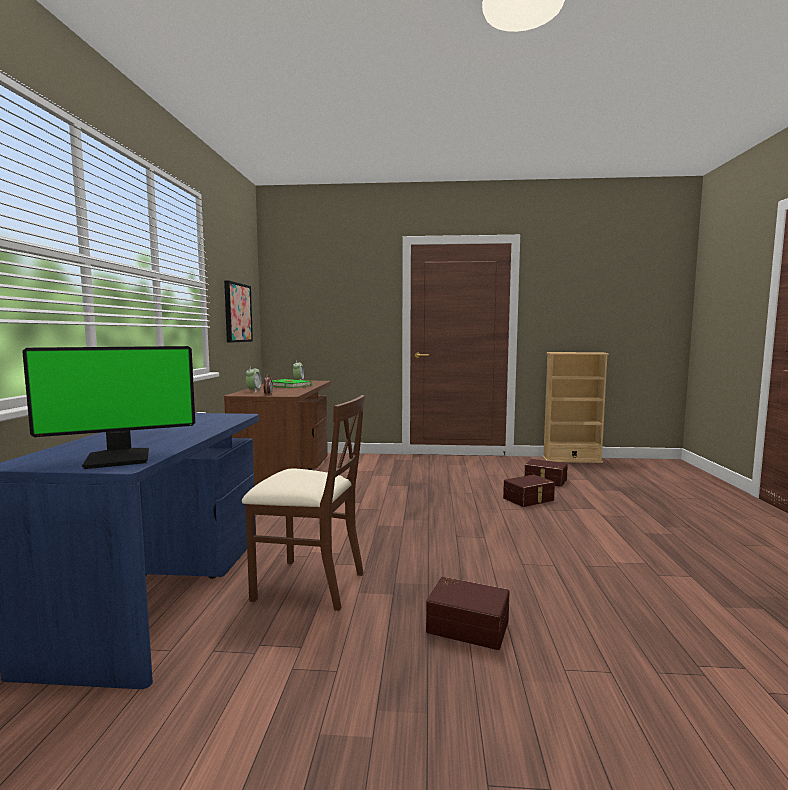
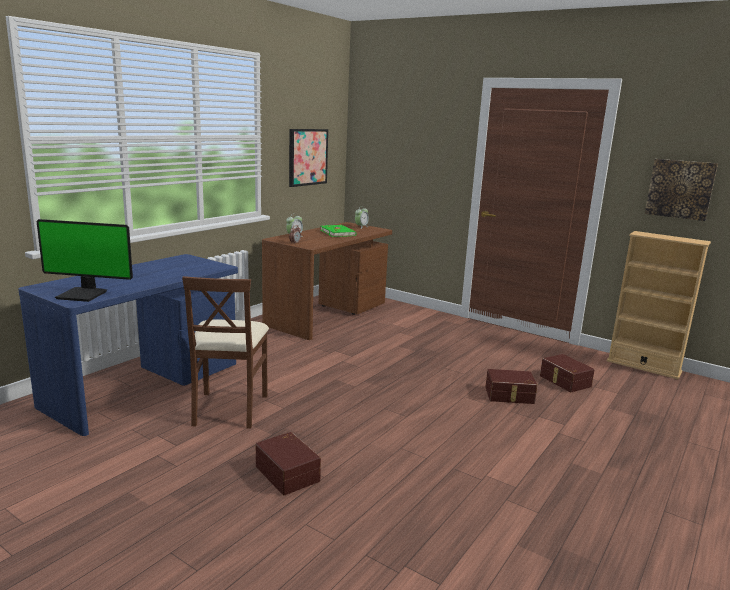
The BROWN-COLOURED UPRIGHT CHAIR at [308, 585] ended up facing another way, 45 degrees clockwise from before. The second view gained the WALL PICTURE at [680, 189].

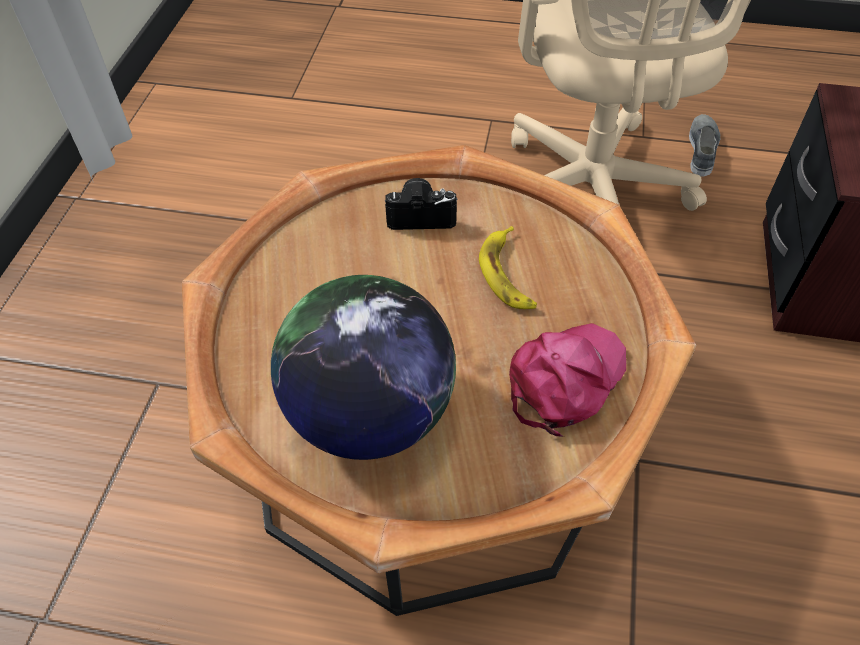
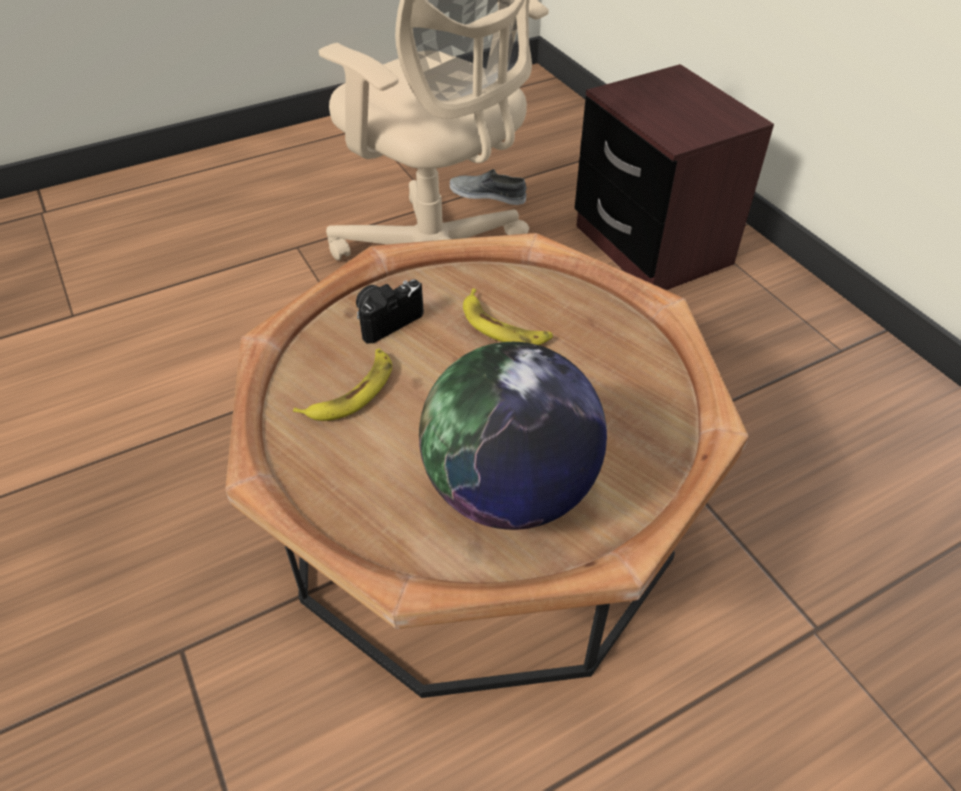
The GREYISH SHOE at [702, 149] ended up facing another way, 45 degrees counterclockwise from before. The second view lost the PINK-COLOURED CAP at [565, 380]. The second view gained the BANANA FRUIT at [352, 391].

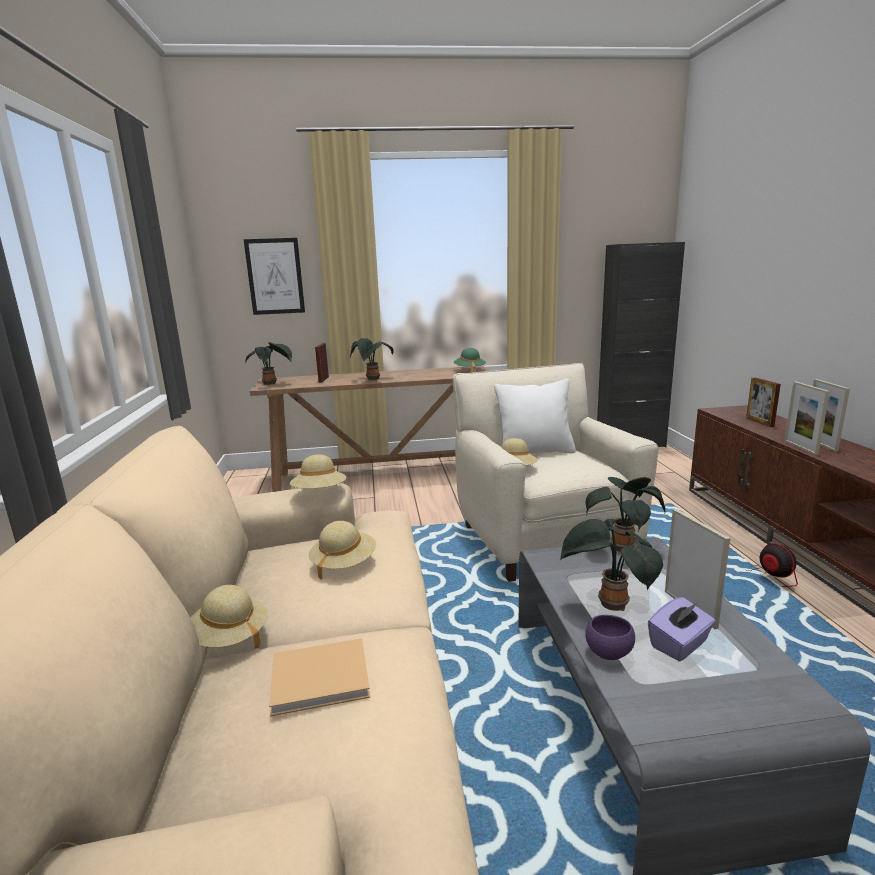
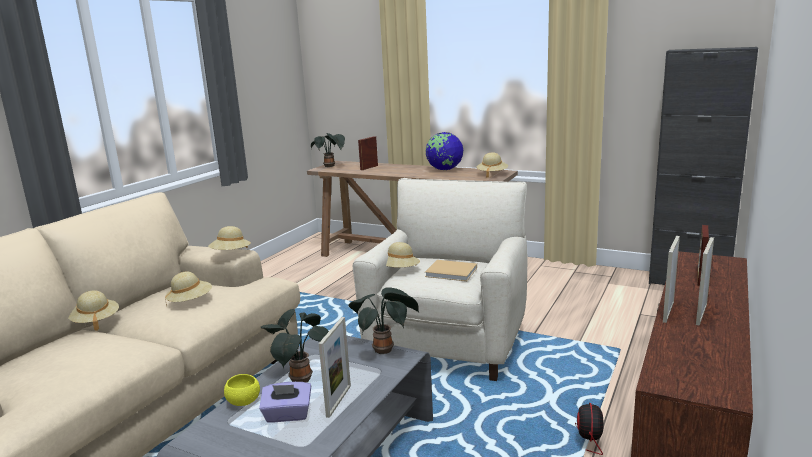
The second view lost the WALL PICTURE at [275, 276]. The second view lost the PLANT IN A POT at [373, 379]. What was the GREENISH CLOTHING HAT at [469, 370] turned into the BEIGE CLOTHING HAT at [492, 174]. The second view lost the WHITE-COLOURED CUSHION at [535, 452]. What was the PURPLE-COLOURED SERVING BOWL at [609, 653] turned into the YELLOW-COLOURED SERVING BOWL at [243, 402]. The BEIGE VOLUME ended up elsewhere, having gone from [323, 678] to [452, 272]. The second view gained the GLOBE at [444, 170].

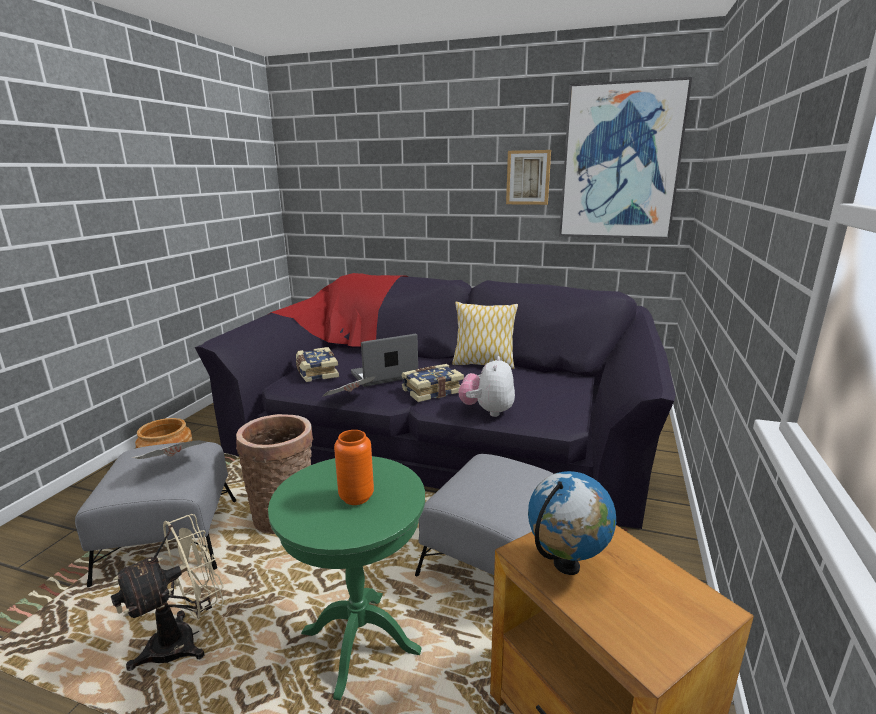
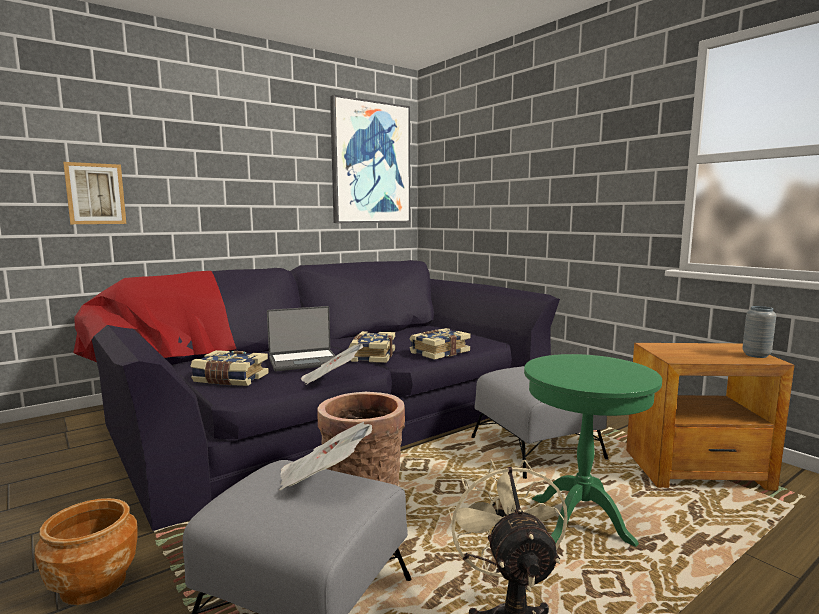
The WALL PICTURE ended up elsewhere, having gone from [528, 177] to [95, 194]. The second view lost the CUSHION at [483, 364]. The PORTABLE COMPUTER at [384, 375] ended up facing another way, 120 degrees counterclockwise from before. Where the PLUSH TOY stood at [487, 411], the VOLUME came to stand at [439, 352]. The second view lost the ORANGE VASE at [356, 497]. The second view lost the GLOBE at [566, 565]. The second view gained the GREYISH VASE at [756, 355].

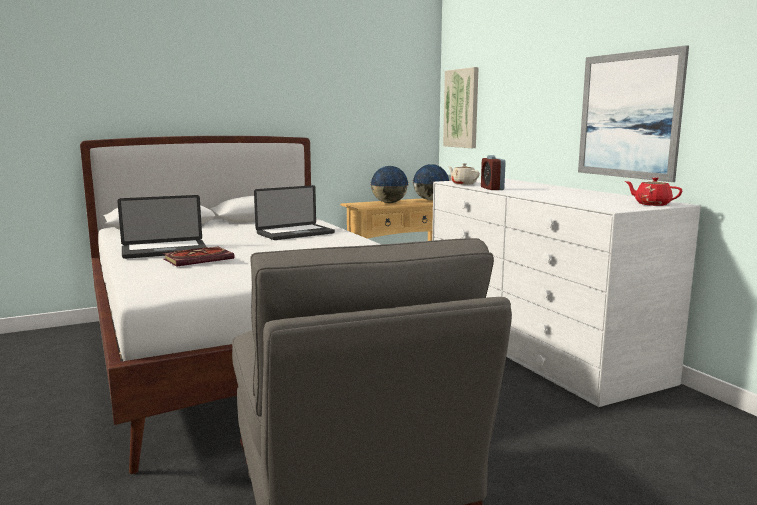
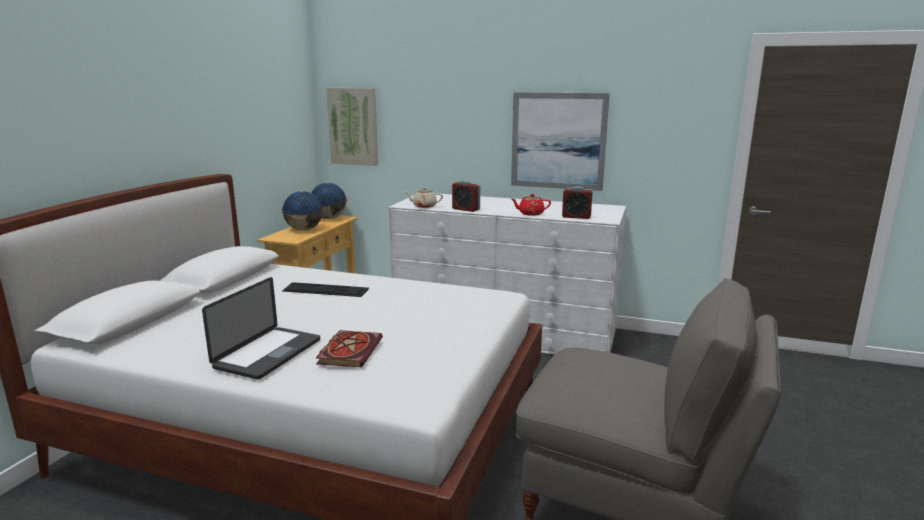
The REDDISH TEAPOT ended up elsewhere, having gone from [651, 204] to [530, 214]. Where the PORTABLE COMPUTER stood at [295, 233], the COMPUTER KEYBOARD came to stand at [325, 290]. The second view gained the ALARM CLOCK at [576, 217].

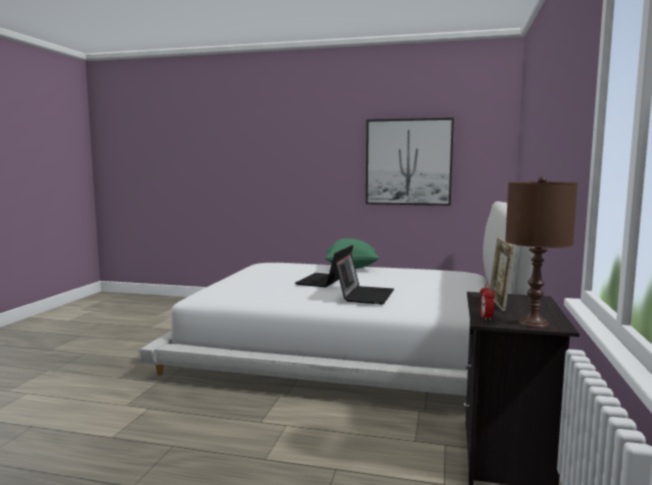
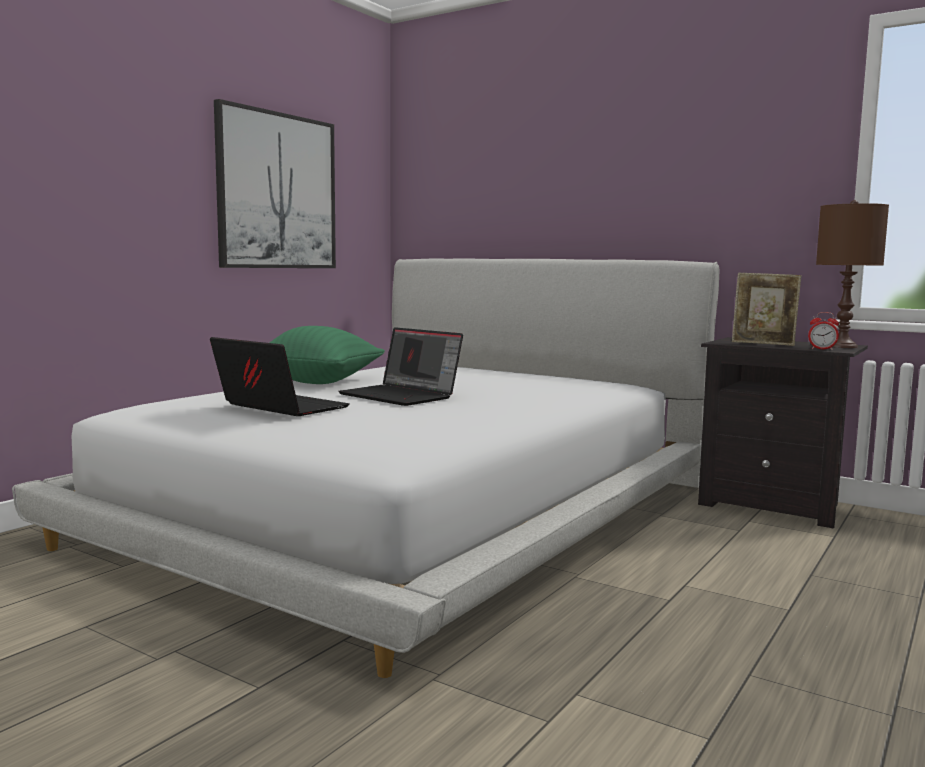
The PORTABLE COMPUTER ended up elsewhere, having gone from [365, 295] to [278, 407].

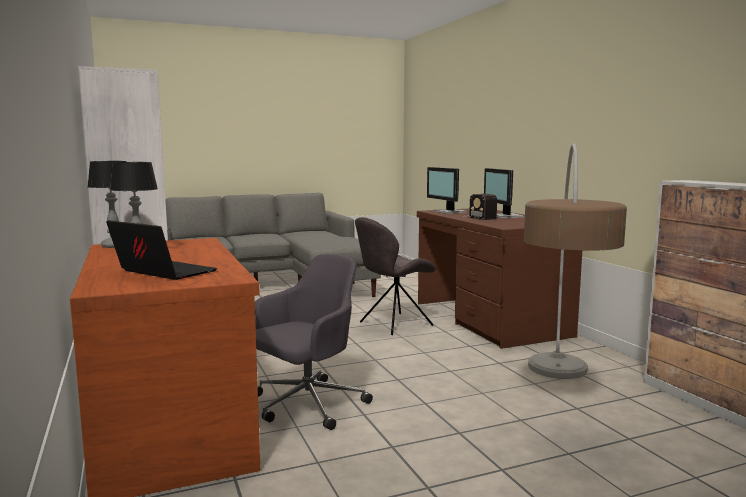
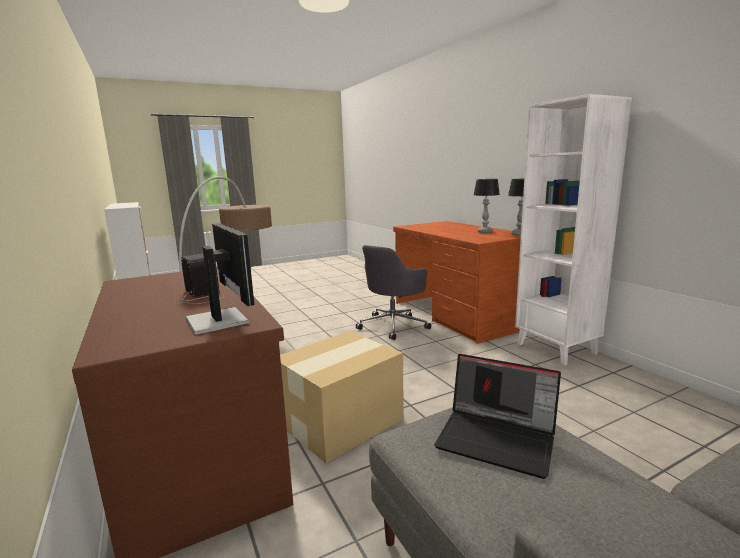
The second view lost the COMPUTER DISPLAY at [505, 216]. Where the GREYISH UPRIGHT CHAIR stood at [393, 324], the CARDBOARD BOX came to stand at [342, 420]. The PORTABLE COMPUTER ended up elsewhere, having gone from [162, 272] to [498, 439].

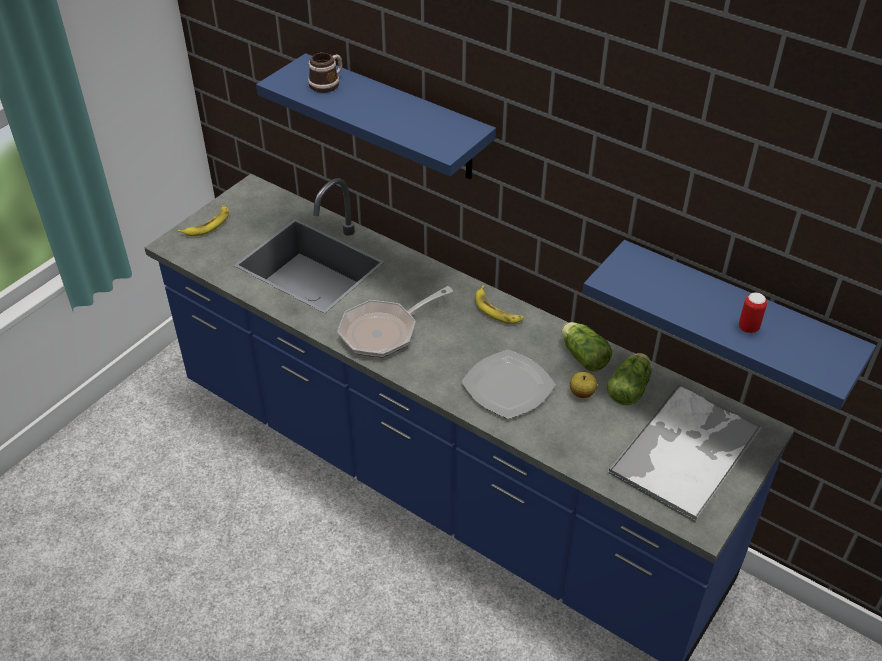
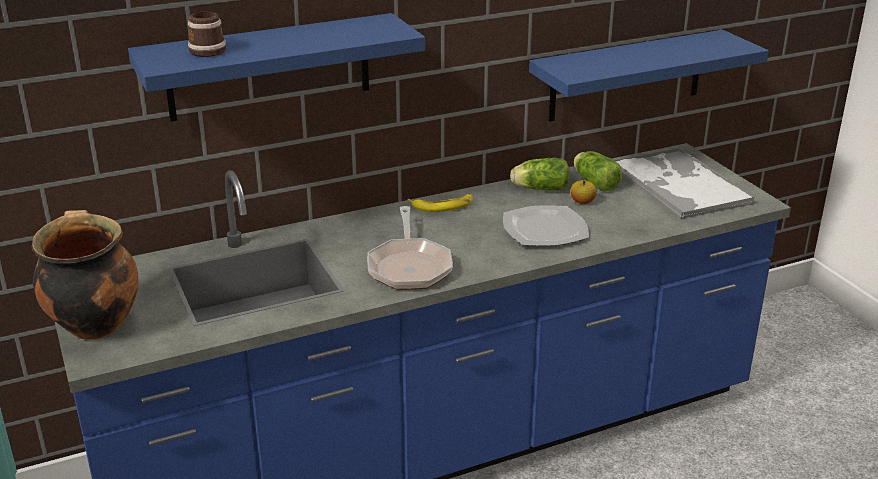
Where the BANANA FRUIT stood at [208, 224], the COOKING POT came to stand at [94, 324]. The second view lost the METAL CAN at [748, 328].

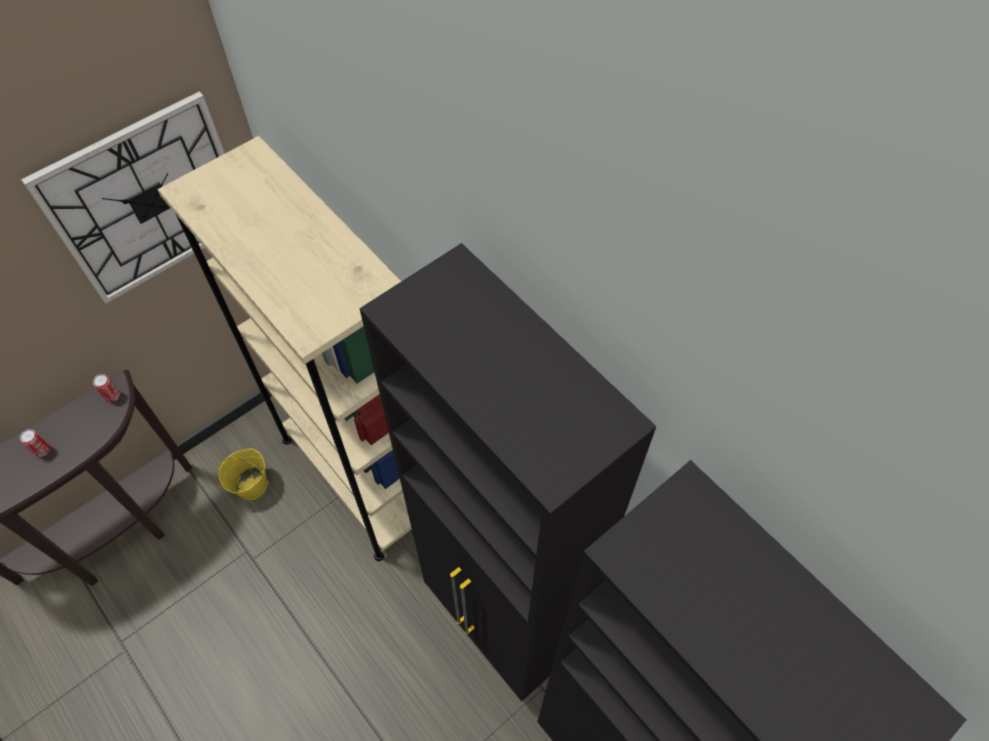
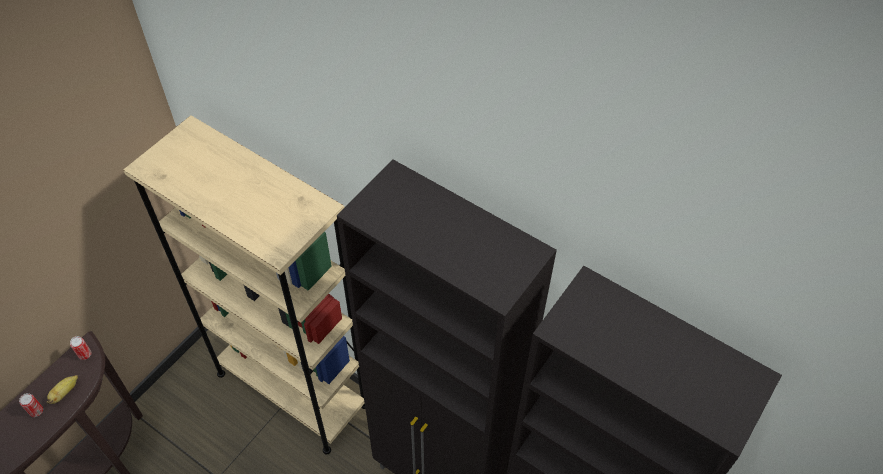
The second view lost the WALL CLOCK at [148, 201]. The second view lost the YELLOW-COLOURED PAIL at [252, 485]. The second view gained the BANANA FRUIT at [65, 393].

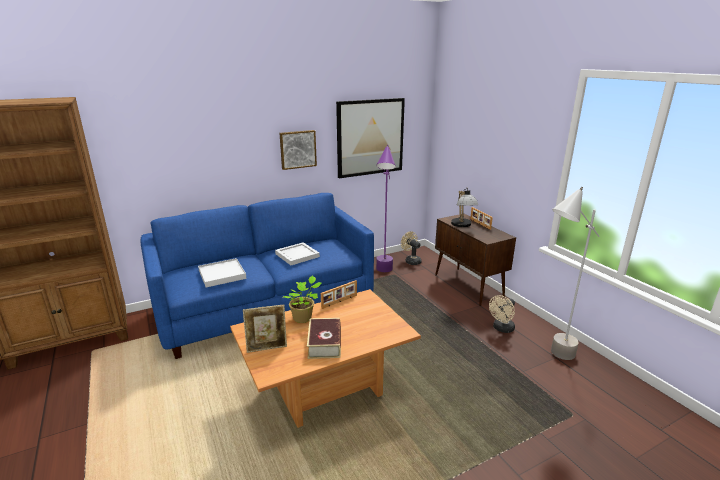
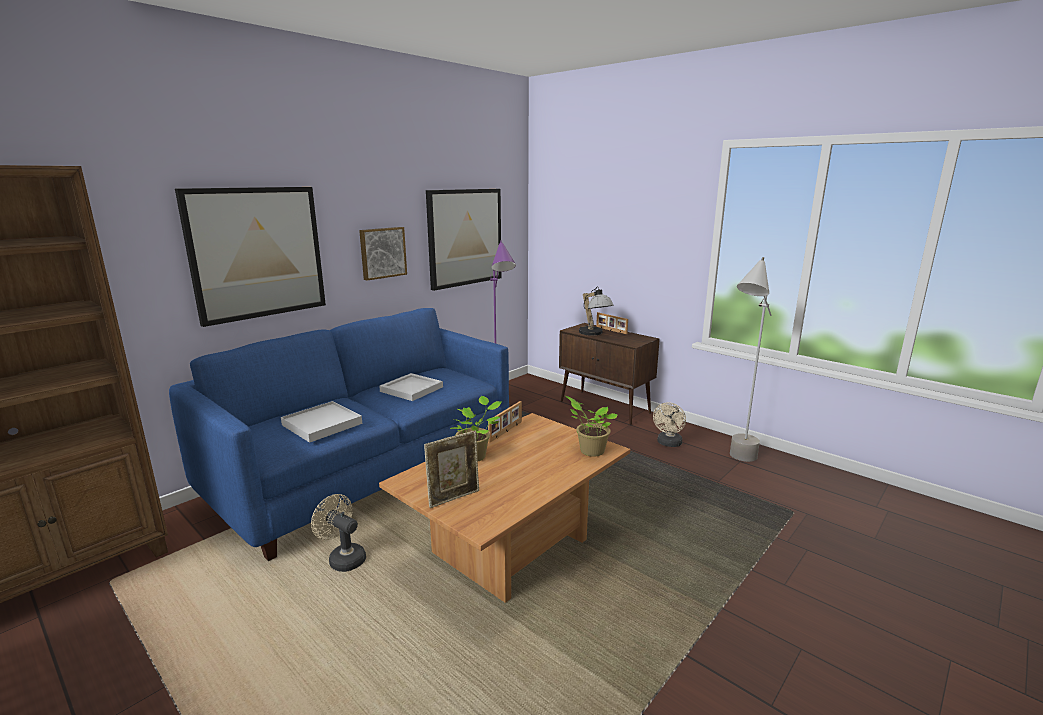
The BEIGE COOLING FAN ended up elsewhere, having gone from [411, 261] to [343, 558]. The second view lost the VOLUME at [324, 343]. The second view gained the WALL PICTURE at [257, 253]. The second view gained the PLANT IN A POT at [590, 451].

